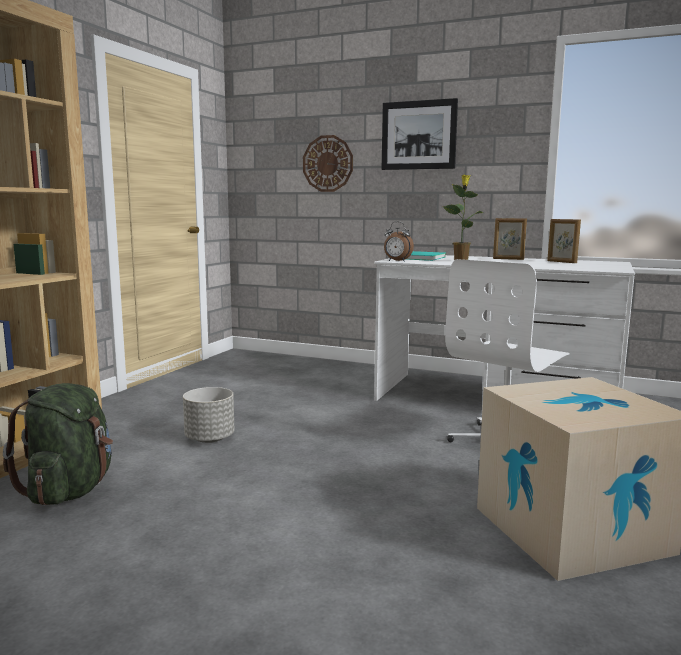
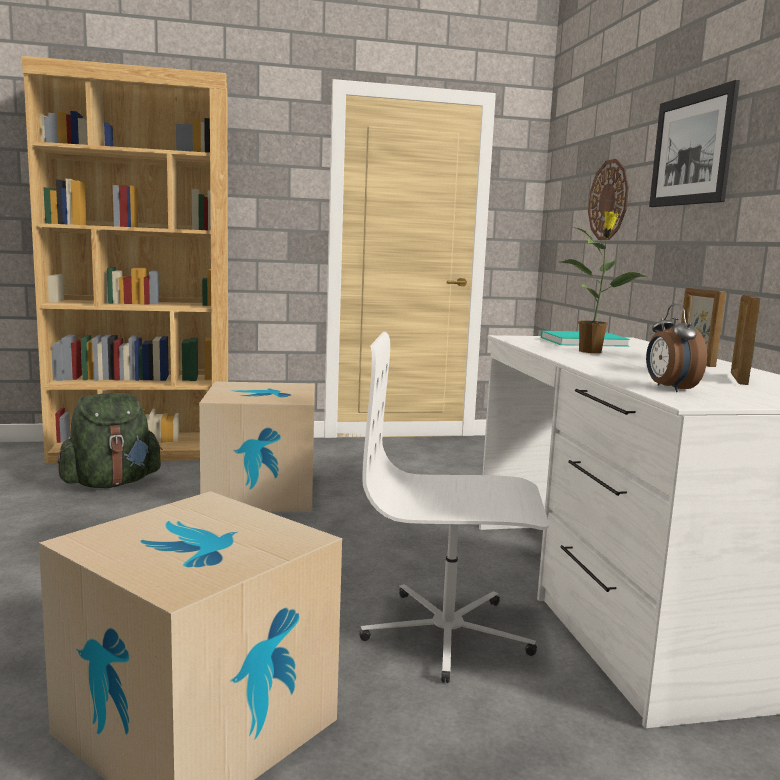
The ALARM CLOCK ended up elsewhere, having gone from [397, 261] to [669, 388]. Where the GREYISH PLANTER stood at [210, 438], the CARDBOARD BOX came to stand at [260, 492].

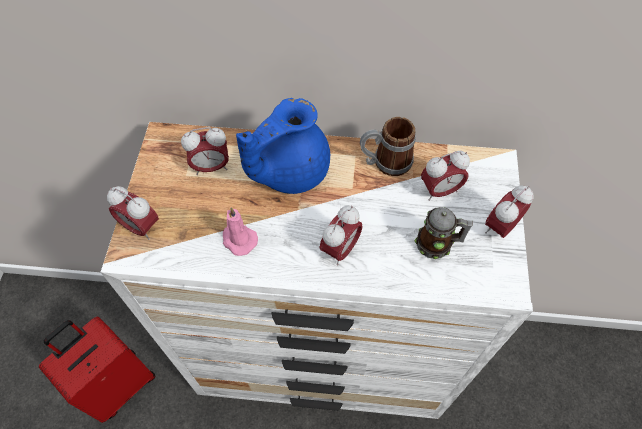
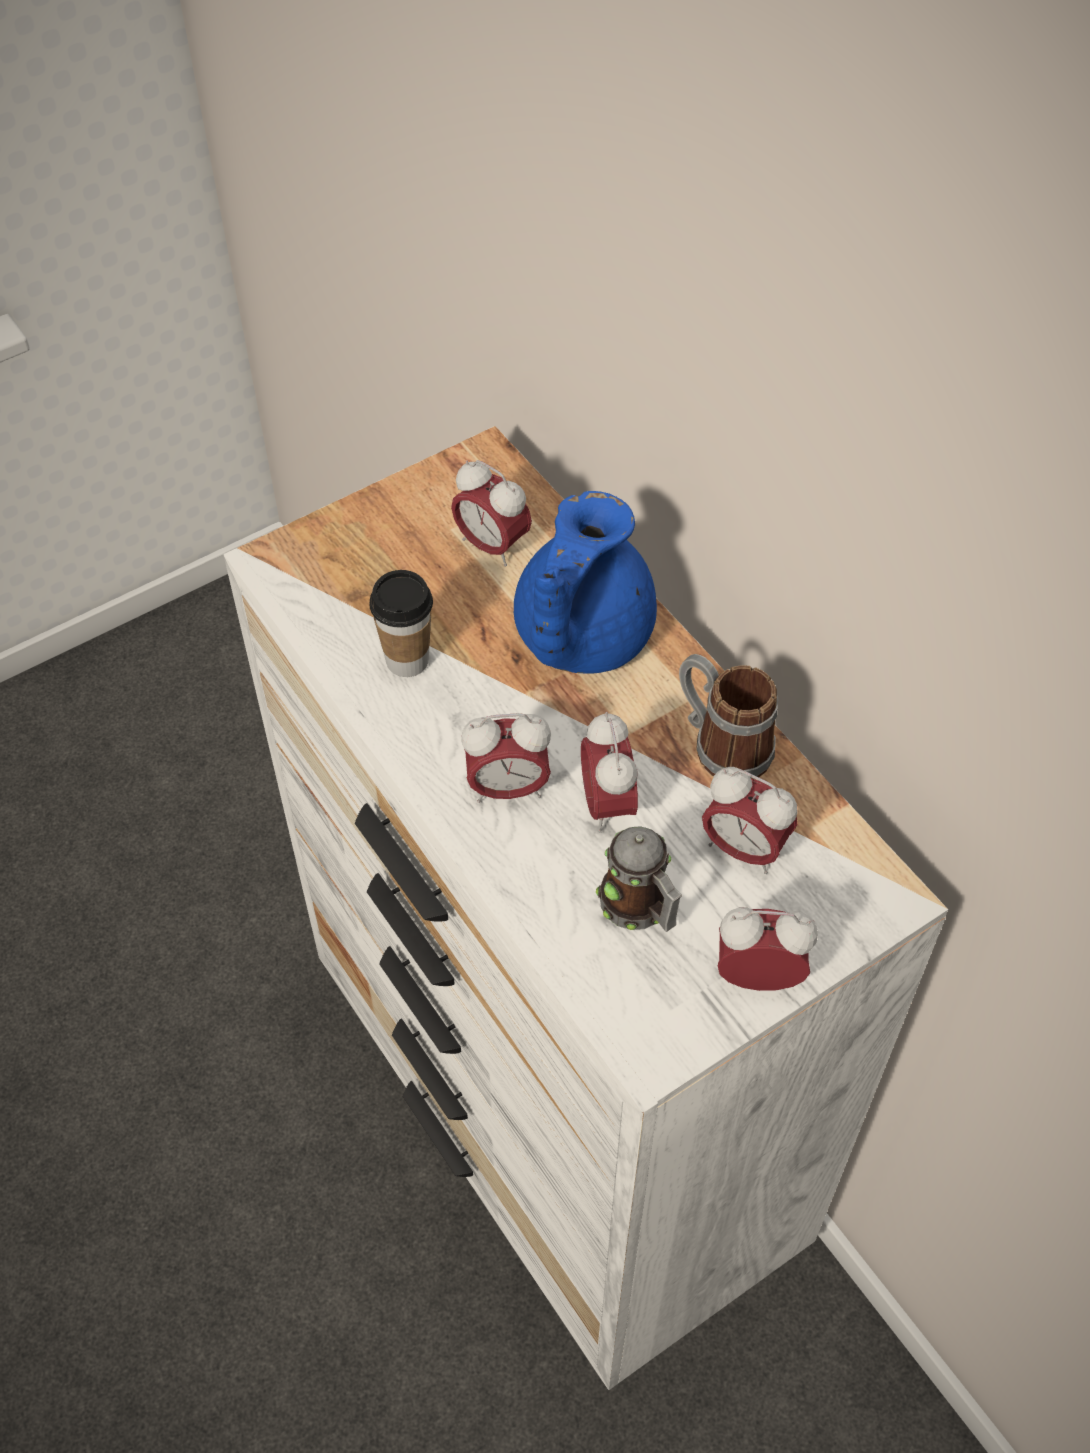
The BLUE TEAPOT at [289, 171] ended up facing another way, 75 degrees counterclockwise from before. The ALARM CLOCK ended up elsewhere, having gone from [141, 227] to [607, 804]. Where the PINK-COLOURED WAX LIGHT stood at [238, 239], the DRINKING CUP came to stand at [407, 660]. The second view lost the REDDISH TRAVEL CASE at [119, 384].

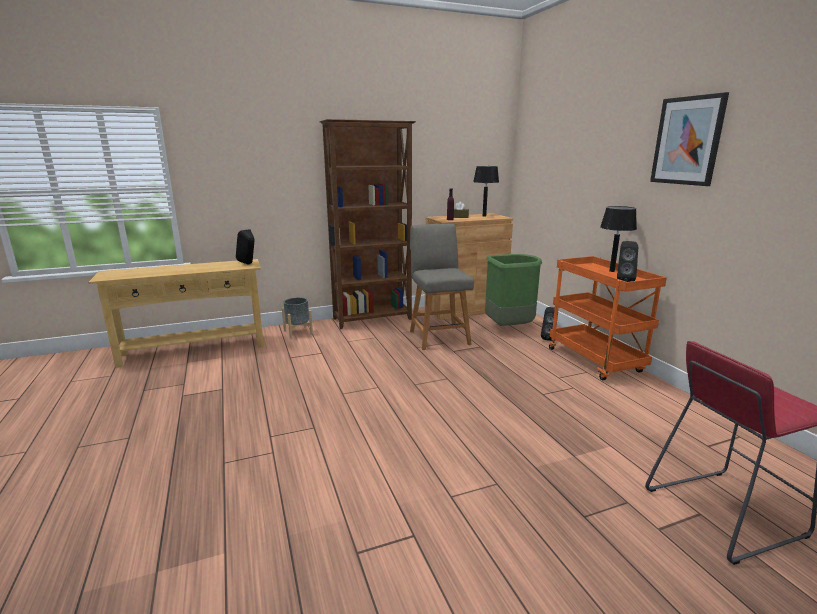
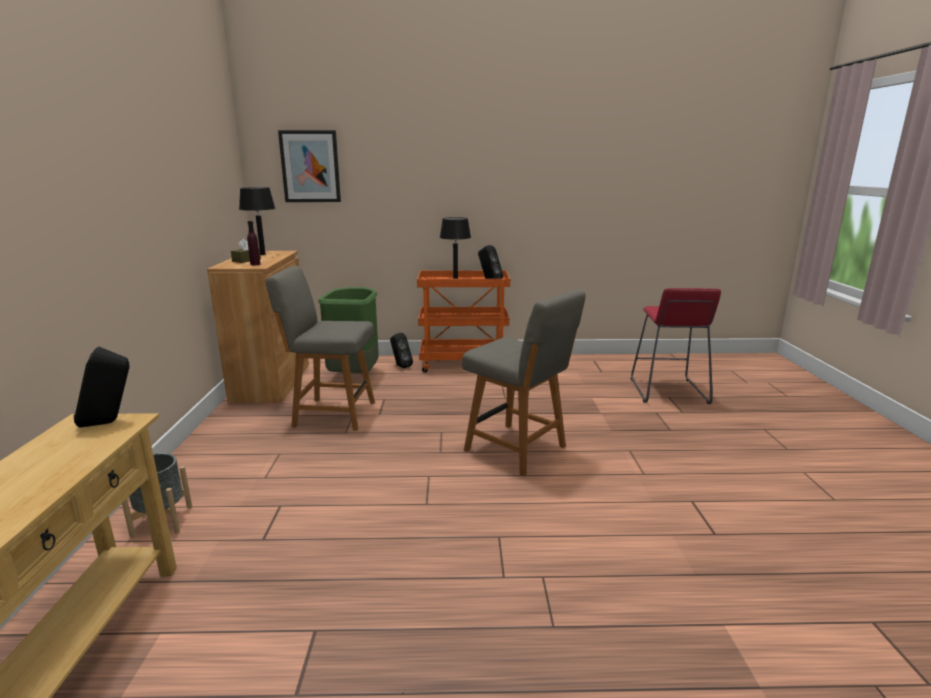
The WALL PICTURE ended up elsewhere, having gone from [687, 141] to [310, 166]. The second view lost the BROWN-COLOURED SHELVING UNIT at [373, 319]. The second view gained the GREYISH UPRIGHT CHAIR at [518, 450].

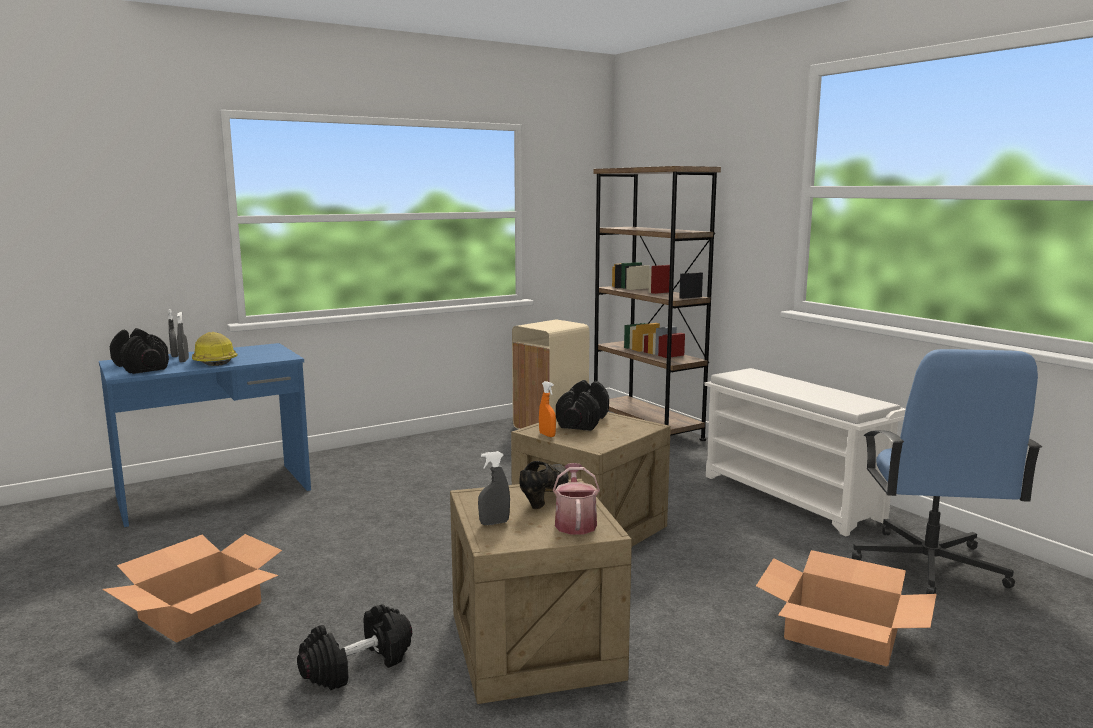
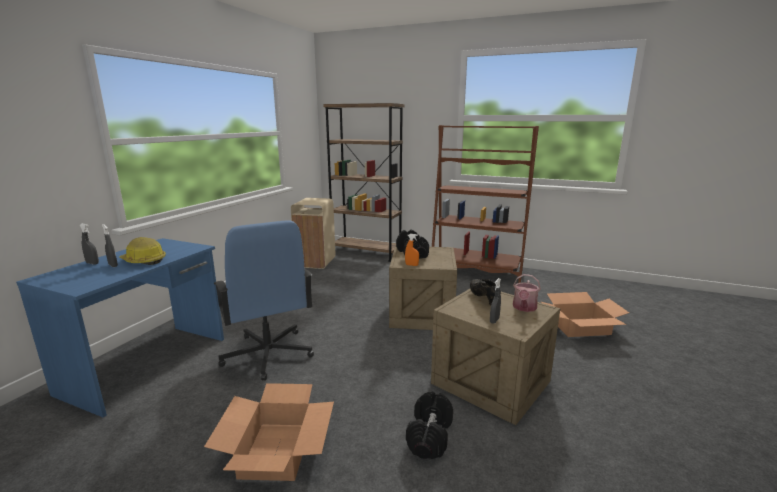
The second view lost the BLACKISH DUMBBELL at [140, 367]. The BLUE COMPUTER CHAIR ended up elsewhere, having gone from [928, 565] to [268, 354]. Where the WHITE-COLOURED SHOE STAND stood at [792, 497], the BROWN-COLOURED SHELVING UNIT came to stand at [476, 272]. The WATERING CAN at [575, 522] ended up facing another way, 120 degrees counterclockwise from before.

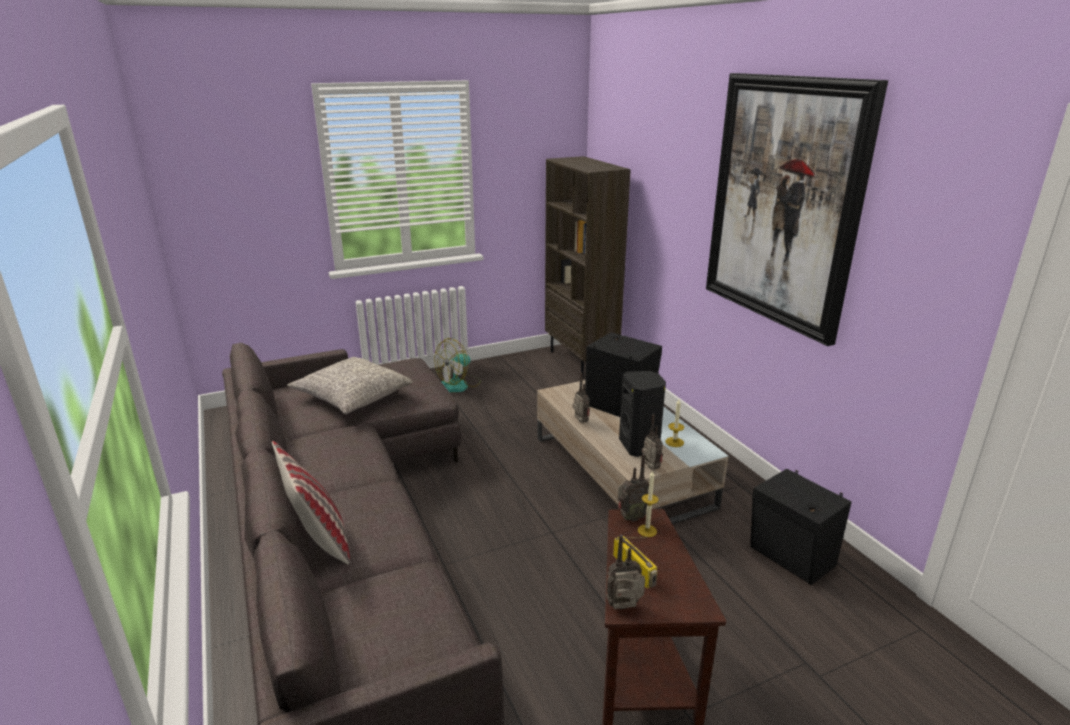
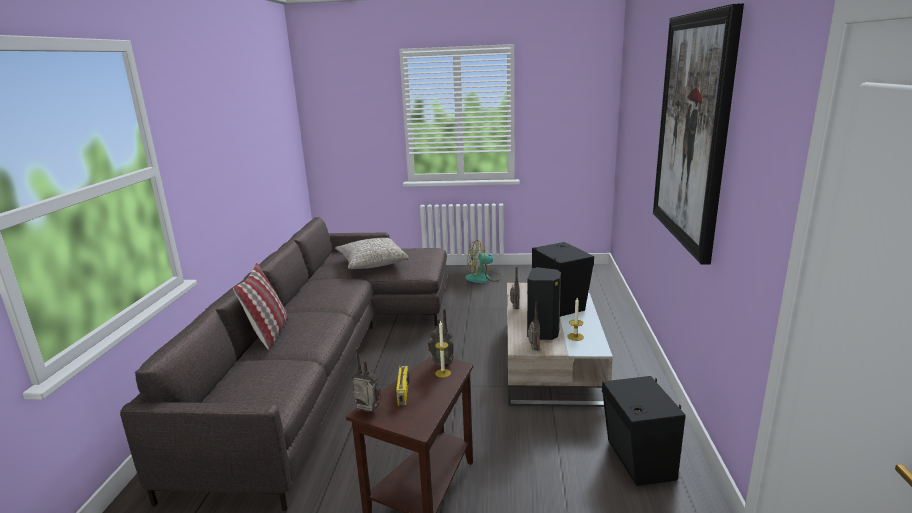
The second view lost the BROWN-COLOURED SHELVING UNIT at [581, 361].

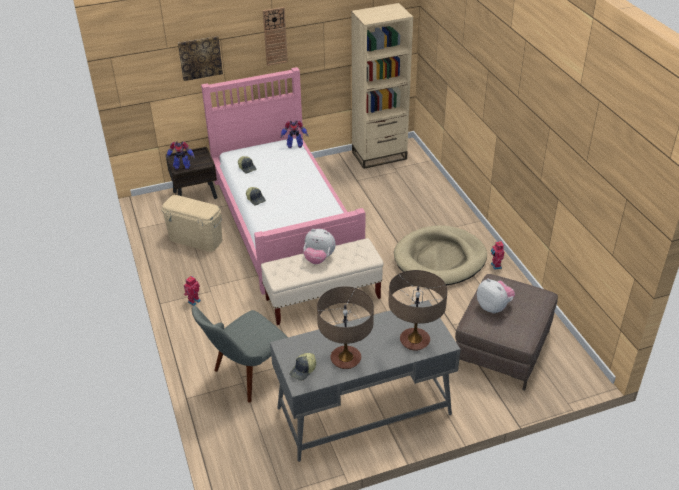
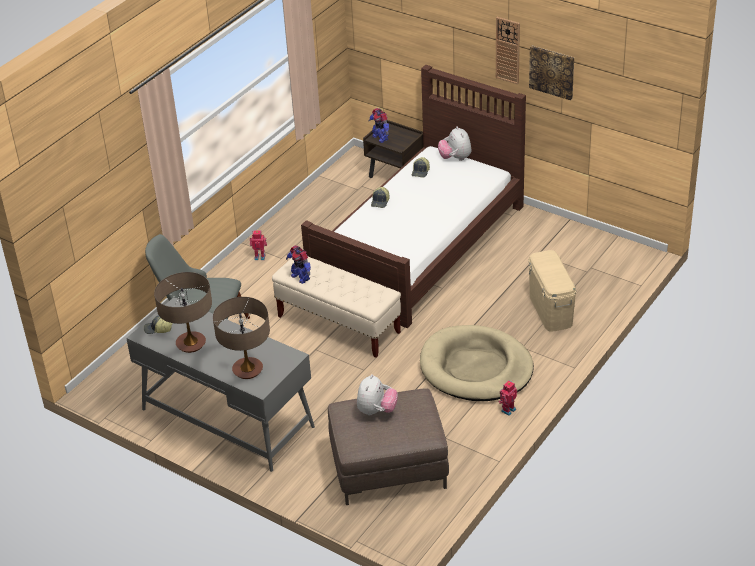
The second view lost the BEIGE SHELVING UNIT at [379, 155]. The WALL PICTURE ended up elsewhere, having gone from [200, 57] to [552, 71]. What was the PINK-COLOURED BED at [284, 221] turned into the BROWN-COLOURED BED at [419, 245]. The ROBOT FIGURE ended up elsewhere, having gone from [294, 145] to [300, 277]. The BEIGE STORAGE BOX ended up elsewhere, having gone from [195, 239] to [550, 310]. The PLUSH TOY ended up elsewhere, having gone from [319, 259] to [455, 158].

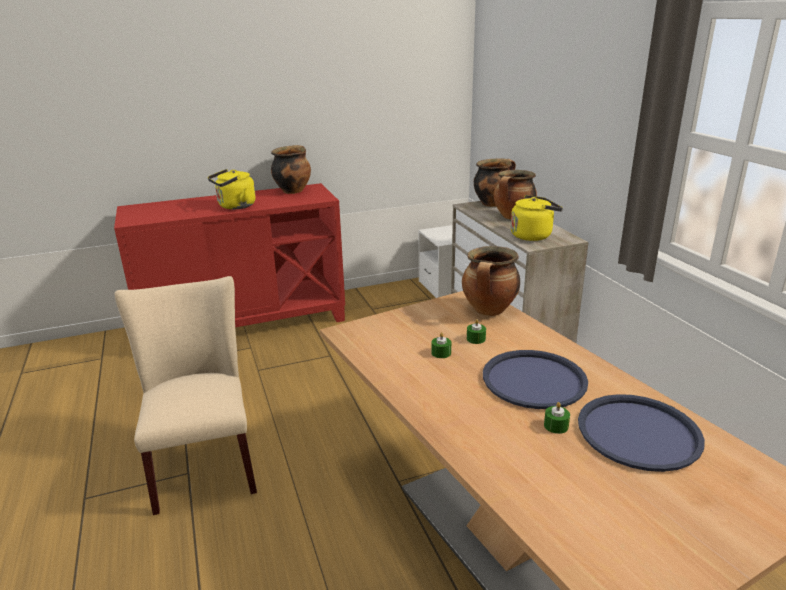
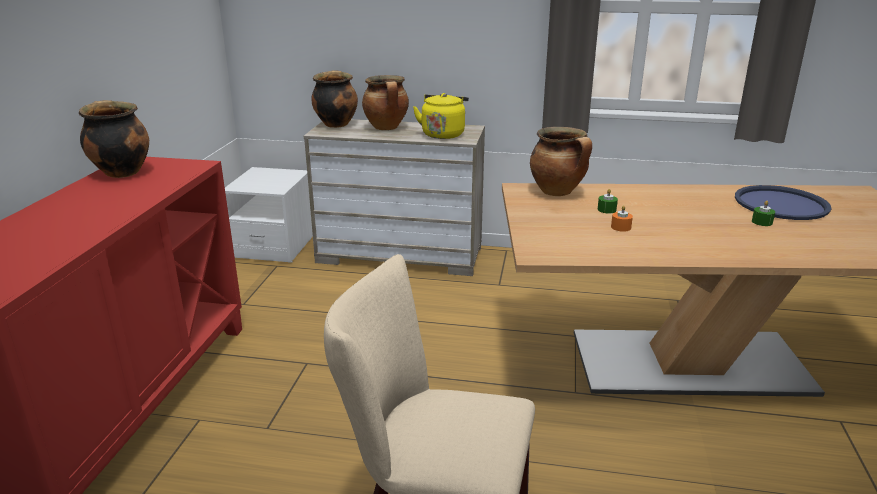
The second view lost the YELLOW-COLOURED KETTLE at [235, 206]. What was the GREENISH WAX LIGHT at [441, 353] turned into the ORANGE WAX LIGHT at [621, 227]. The second view lost the BLUE CARRYING TRAY at [534, 380].

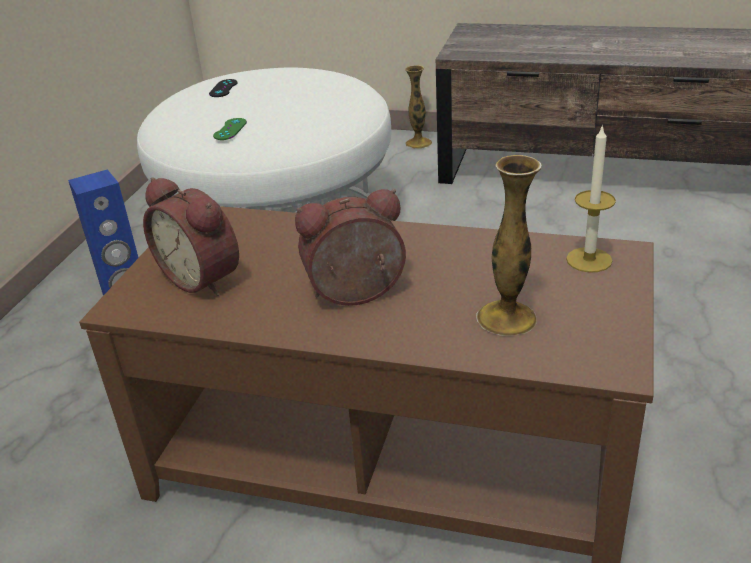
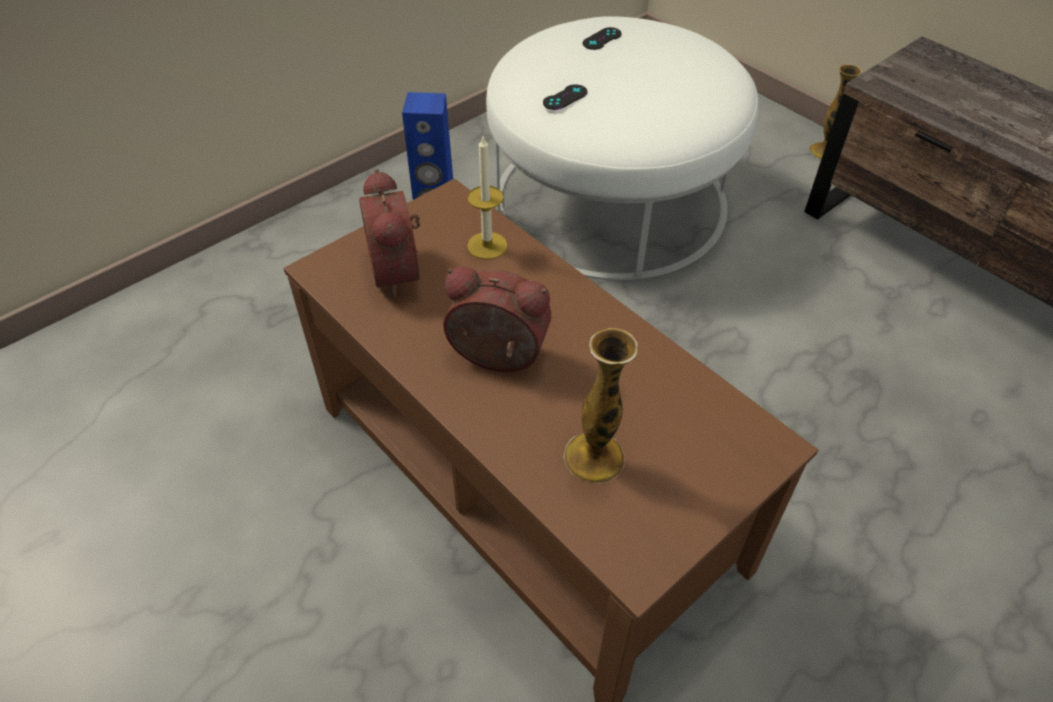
What was the GREENISH GAME CONTROLLER at [230, 129] turned into the BLACKISH GAME CONTROLLER at [565, 97]. The WAX LIGHT ended up elsewhere, having gone from [589, 260] to [487, 245].

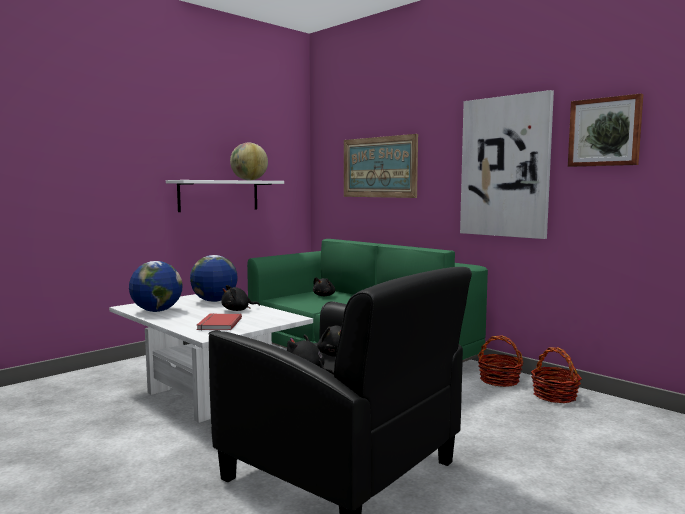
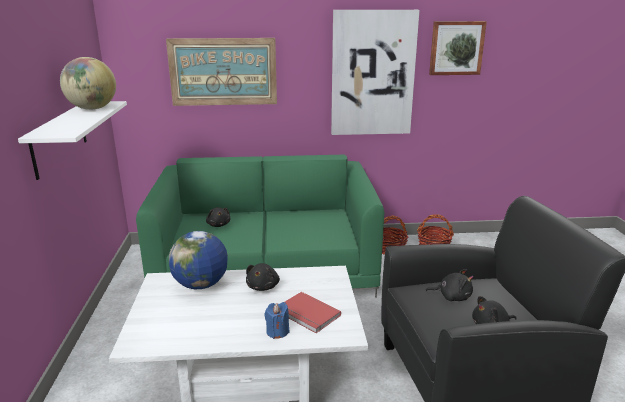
The second view lost the GLOBE at [156, 311]. The second view gained the BLUE WAX LIGHT at [277, 331].

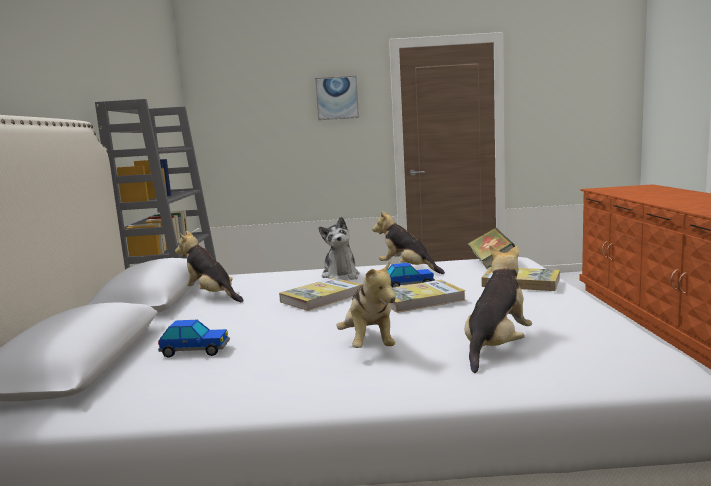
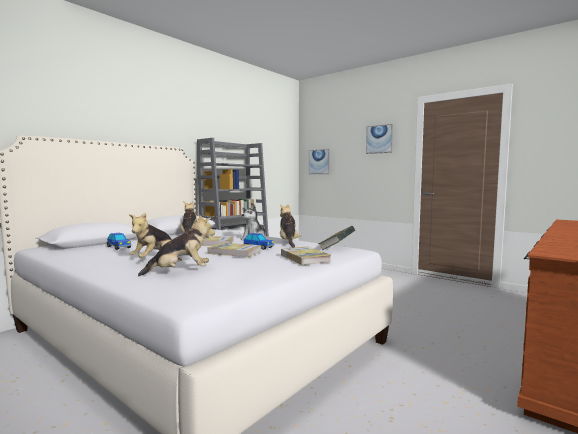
The second view gained the WALL PICTURE at [319, 162].

